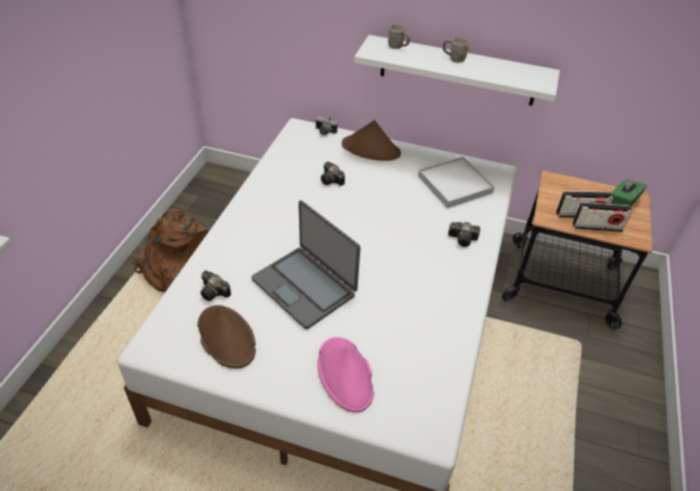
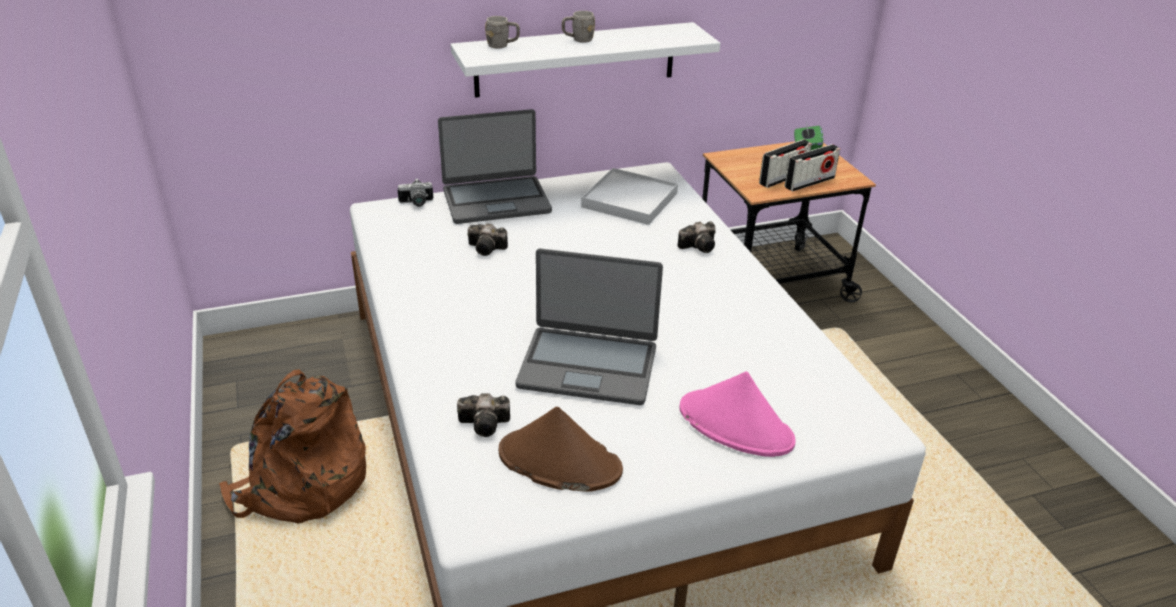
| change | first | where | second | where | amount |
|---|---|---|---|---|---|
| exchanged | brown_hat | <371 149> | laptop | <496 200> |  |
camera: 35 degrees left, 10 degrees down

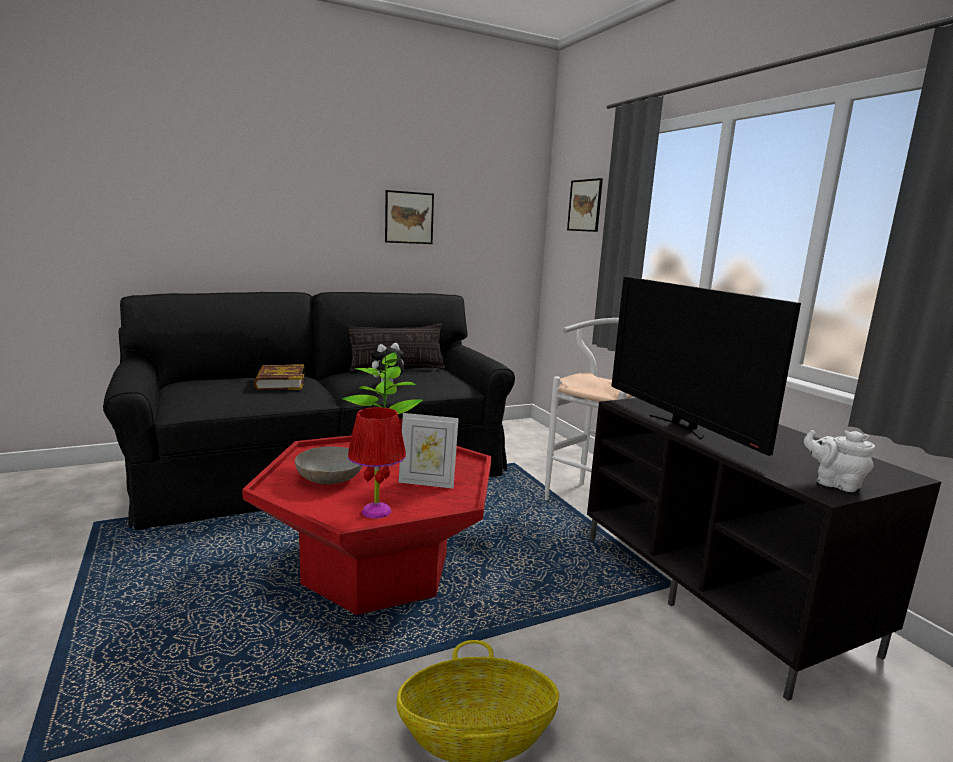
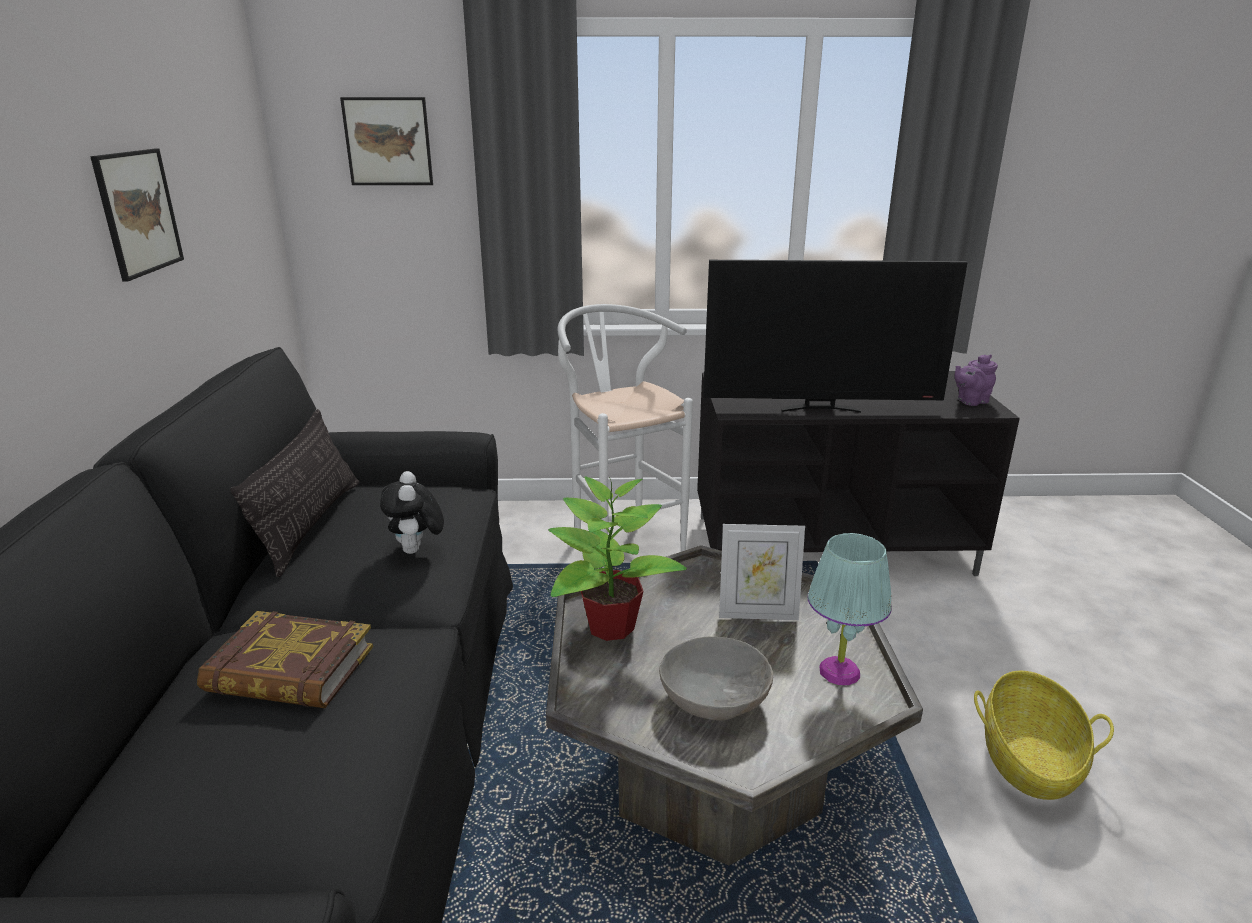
| change | first | where | second | where | amount |
|---|---|---|---|---|---|
| colour | red_coffee_table | <376 569> | grey_coffee_table | <712 771> |  |
| colour | red_table_lamp | <376 511> | turquoise_table_lamp | <840 672> |  |
| spun | picture_frame | <427 483> |  | <757 614> | 60 degrees clockwise |
| colour | white_teapot | <834 483> | purple_teapot | <970 401> |  |
camera: 65 degrees left, 10 degrees up

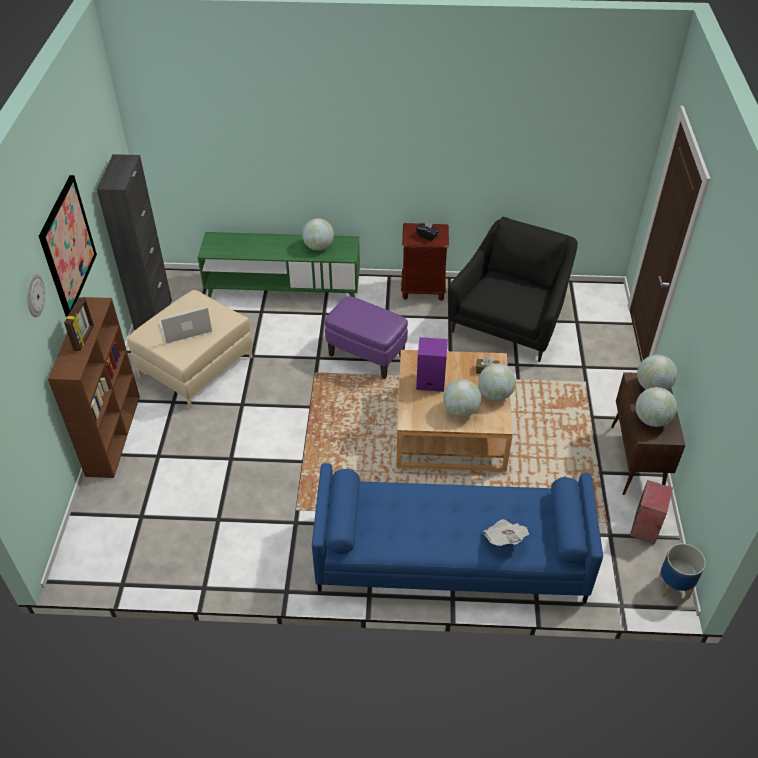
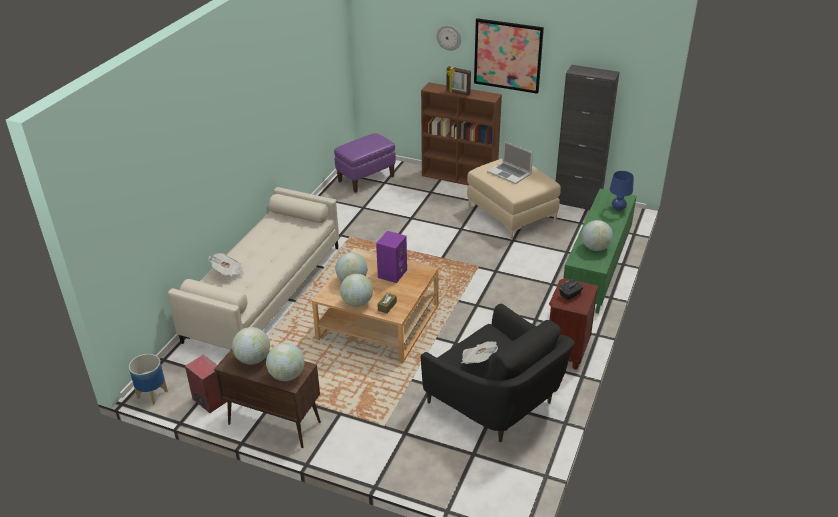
| change | first | where | second | where | amount |
|---|---|---|---|---|---|
| spun | laptop | <185 327> |  | <509 172> | 135 degrees clockwise |
| colour | blue_sofa | <450 557> | beige_sofa | <265 291> |  |
| relocated | purple_ottoman | <366 355> |  | <366 179> |  |
| appeared |  |  | newspaper | <478 360> |  |
| appeared |  |  | blue_table_lamp | <618 208> |  |
camera: 110 degrees right, 10 degrees down

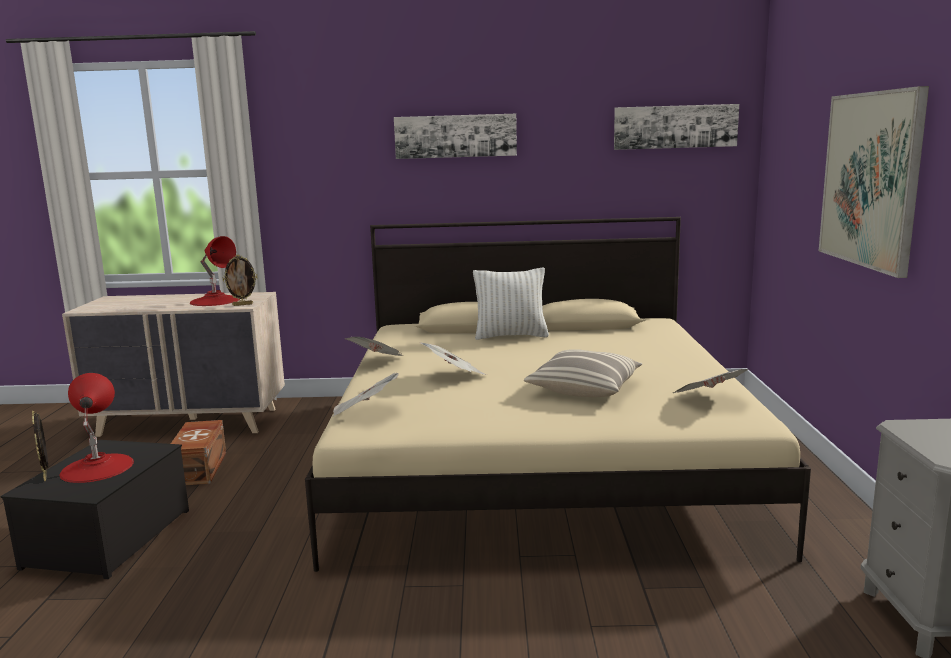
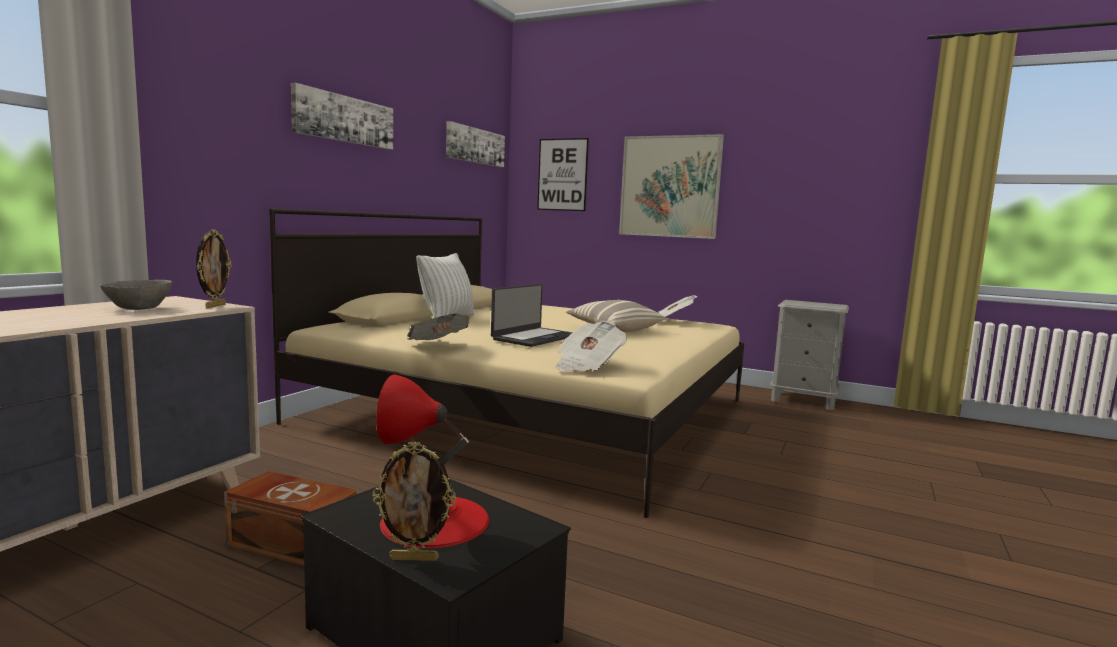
| change | first | where | second | where | amount |
|---|---|---|---|---|---|
| exchanged | red_table_lamp | <215 300> | grey_bowl | <138 308> |  |
| exchanged | newspaper | <454 375> | laptop | <534 337> |  |
| appeared |  |  | picture | <562 174> |  |
camera: 65 degrees left, 5 degrees down

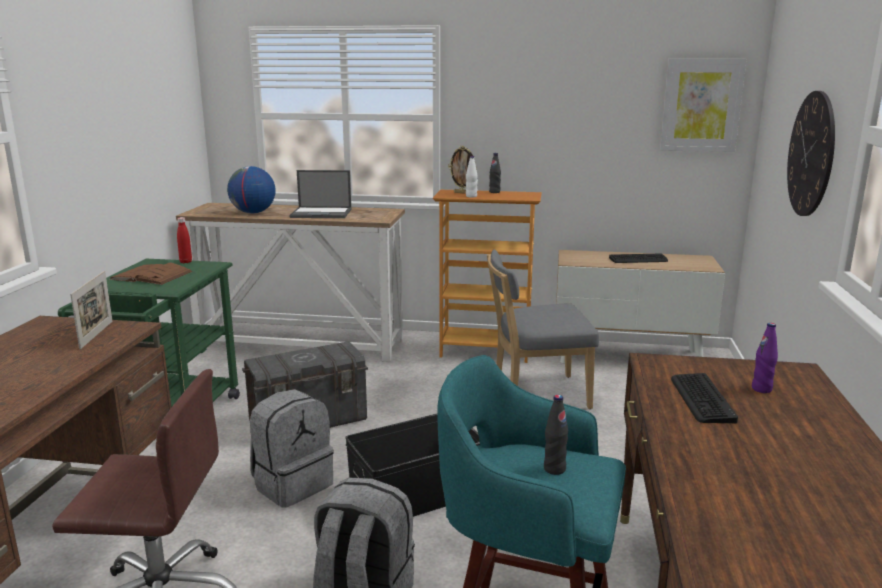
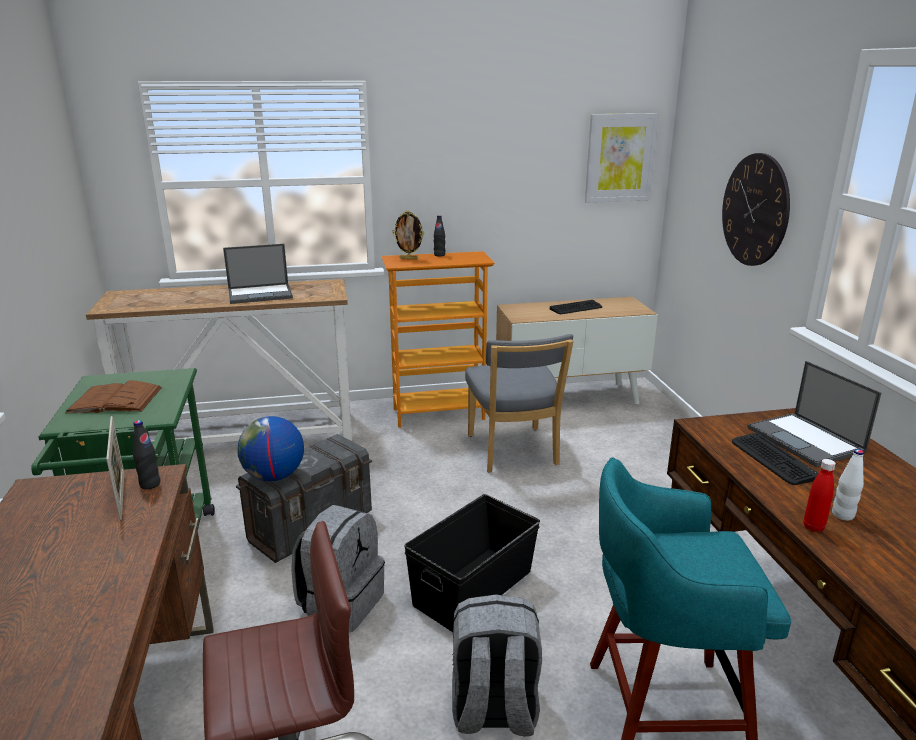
| change | first | where | second | where | amount |
|---|---|---|---|---|---|
| relocated | red_bottle | <186 262> |  | <813 527> |  |
| relocated | globe | <253 213> |  | <274 476> |  |
| relocated | white_bottle | <471 196> |  | <842 515> |  |
| spun | grey_chair | <535 394> |  | <513 452> | 75 degrees counterclockwise |
| relocated | black_bottle | <554 469> |  | <150 484> |  |
| exchanged | purple_bottle | <761 389> | laptop | <806 440> |  |
camera: 20 degrees left, 5 degrees up

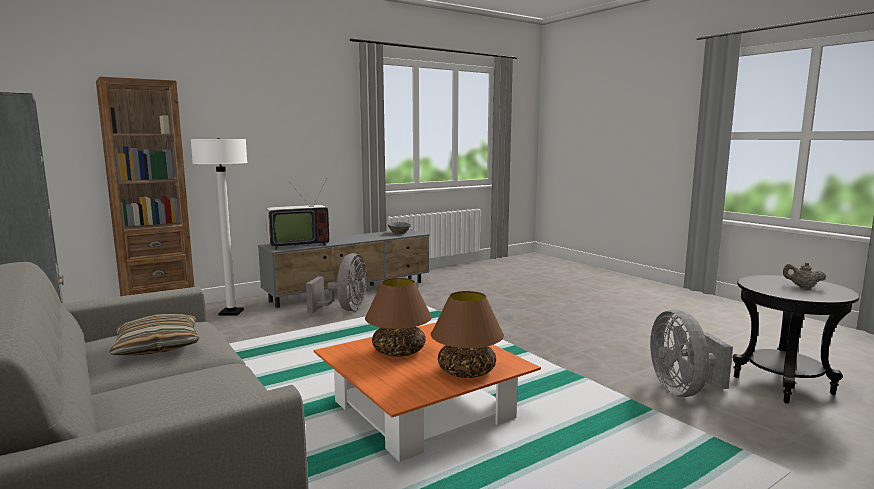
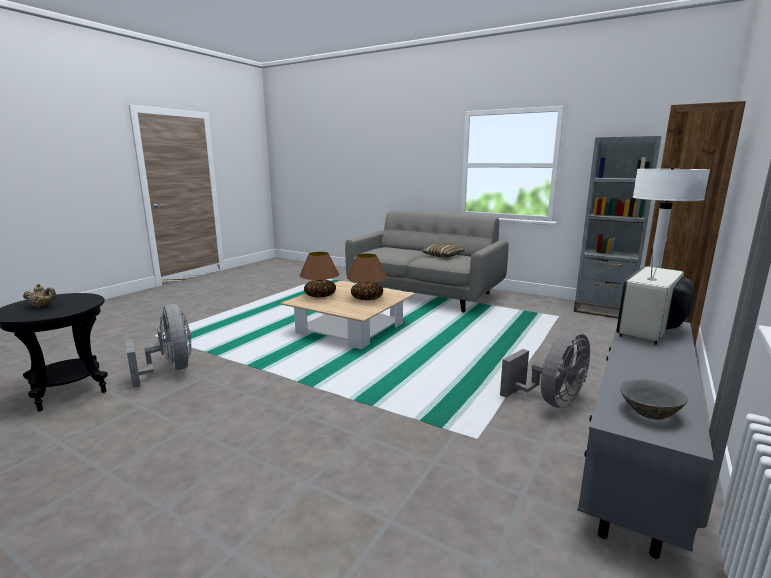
| change | first | where | second | where | amount |
|---|---|---|---|---|---|
| spun | grey_fan | <345 309> |  | <551 401> | 120 degrees counterclockwise |
| colour | orange_coffee_table | <421 410> | beige_coffee_table | <351 328> |  |
camera: 155 degrees right, 5 degrees up

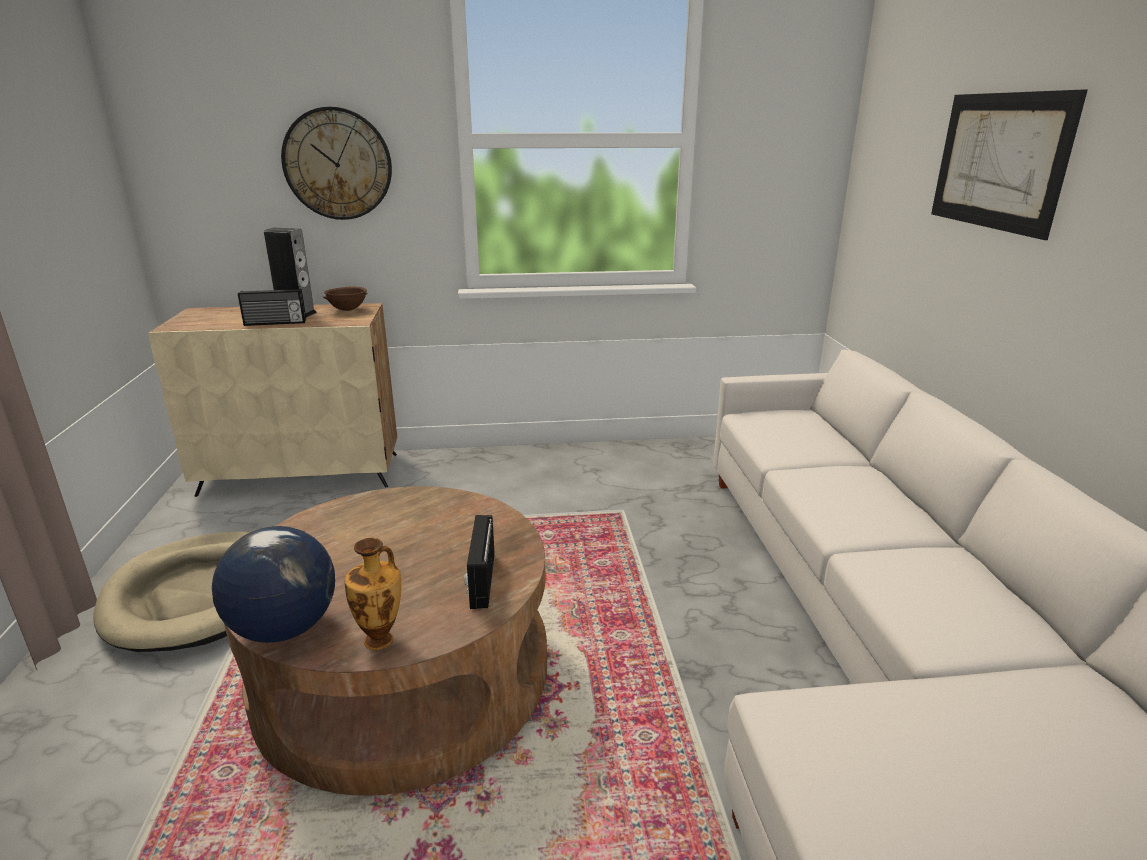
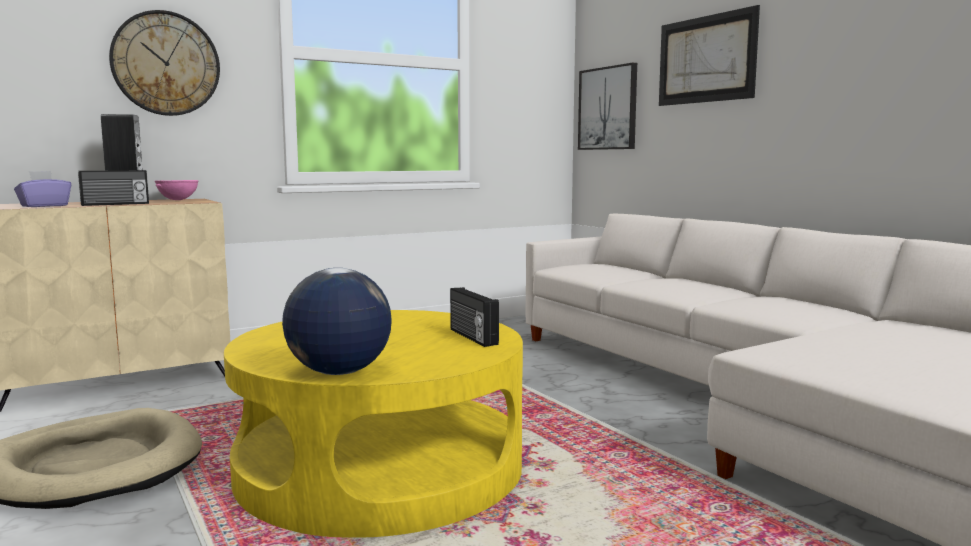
| change | first | where | second | where | amount |
|---|---|---|---|---|---|
| colour | brown_coffee_table | <404 671> | yellow_coffee_table | <380 466> |  |
| colour | brown_bowl | <347 310> | pink_bowl | <177 200> |  |
| missing | vase | <381 640> |  |  |  |
| appeared |  |  | purple_tissue_box | <44 206> |  |
| appeared |  |  | picture | <608 108> |  |
camera: 25 degrees left, 15 degrees down

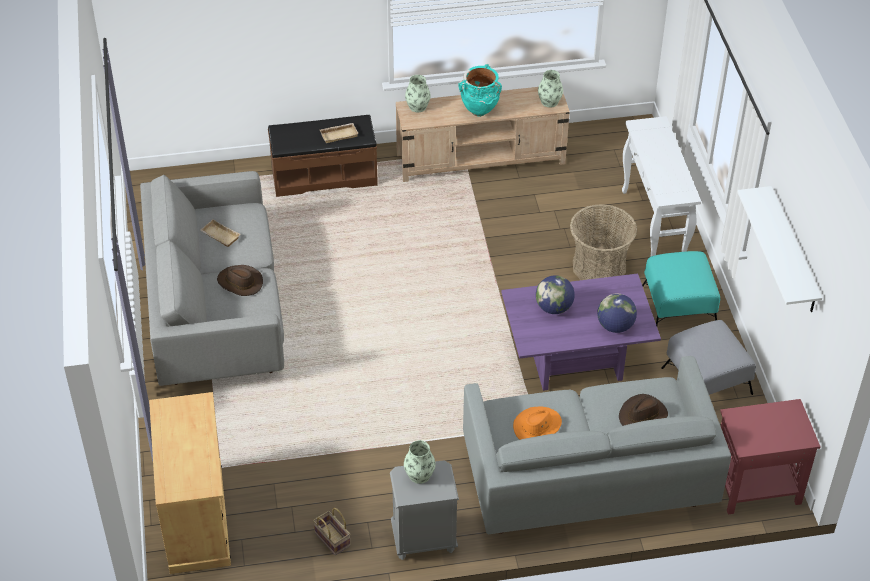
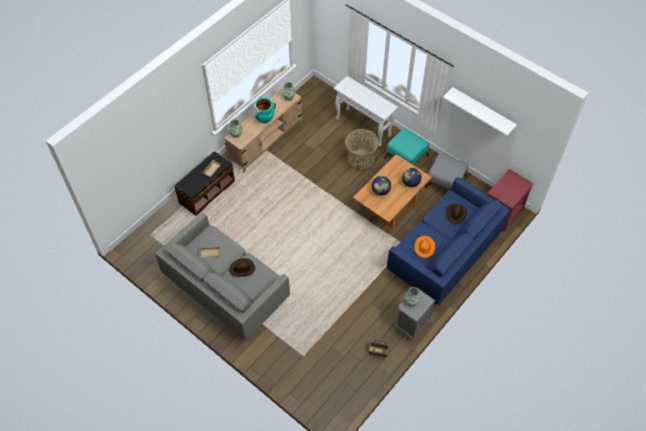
| change | first | where | second | where | amount |
|---|---|---|---|---|---|
| missing | beige_cabinet | <196 517> |  |  |  |
| colour | grey_sofa | <587 478> | blue_sofa | <444 254> |  |
| colour | purple_coffee_table | <575 357> | brown_coffee_table | <390 205> |  |
camera: 40 degrees left, 10 degrees up

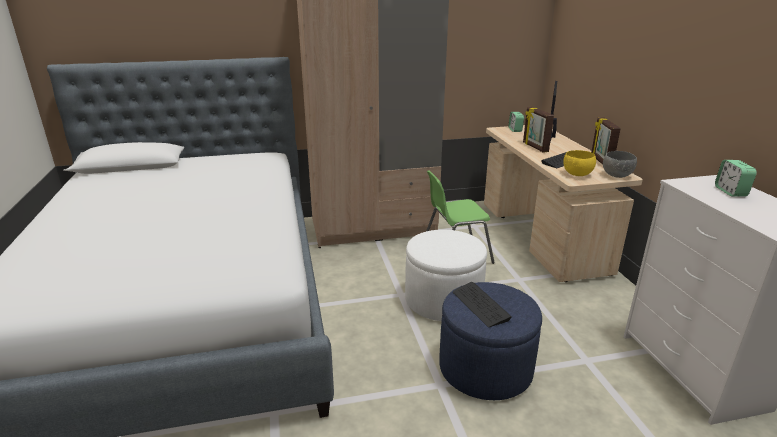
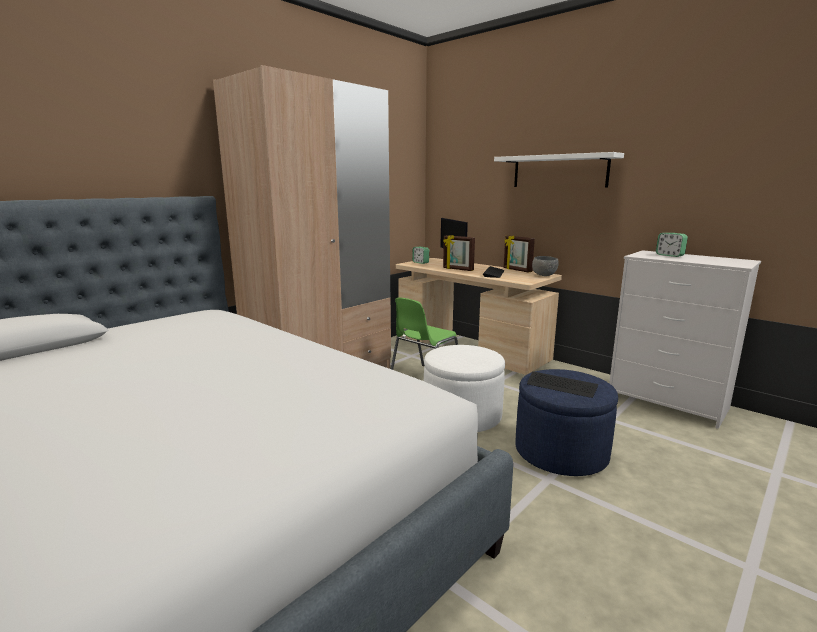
| change | first | where | second | where | amount |
|---|---|---|---|---|---|
| missing | yellow_bowl | <577 174> |  |  |  |
| appeared |  |  | white_shelf | <559 171> |  |
camera: 35 degrees left, 10 degrees down

